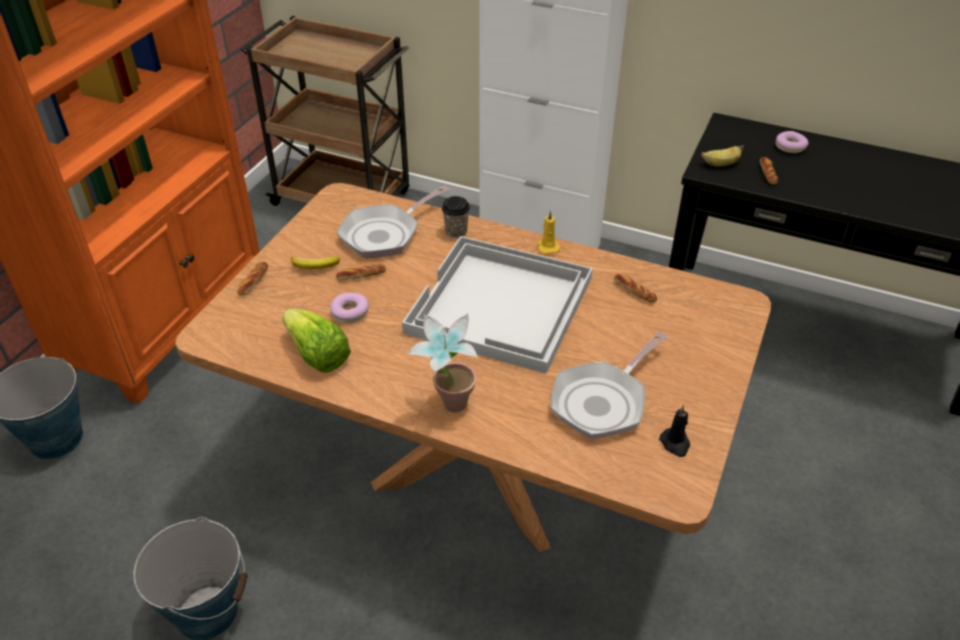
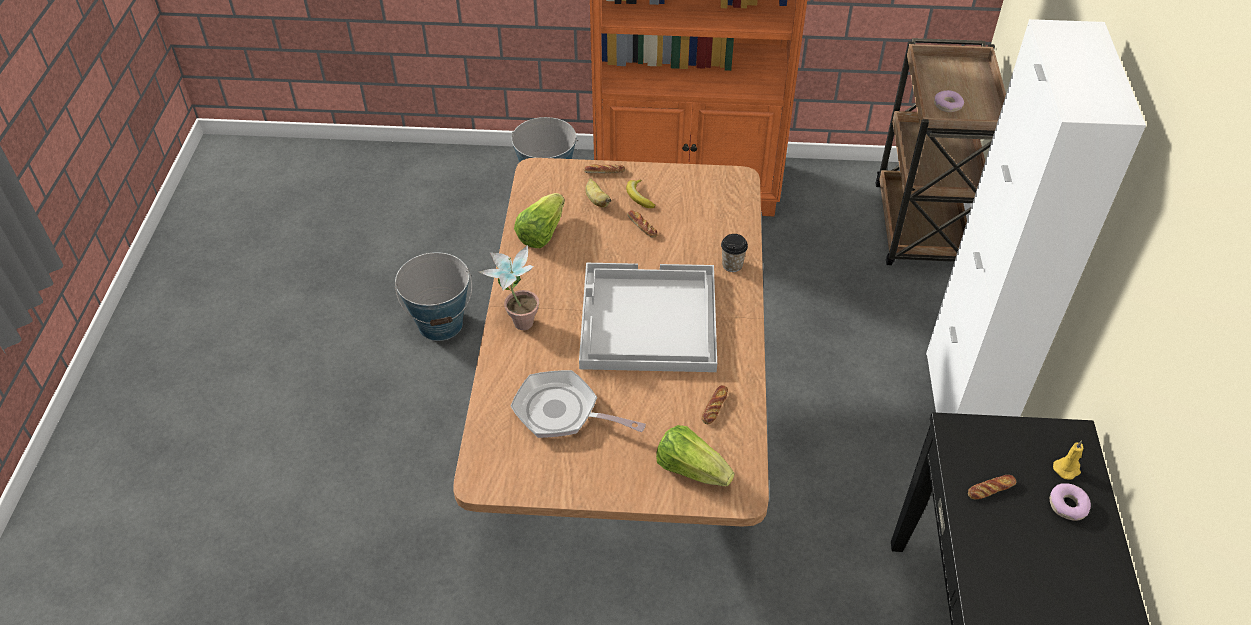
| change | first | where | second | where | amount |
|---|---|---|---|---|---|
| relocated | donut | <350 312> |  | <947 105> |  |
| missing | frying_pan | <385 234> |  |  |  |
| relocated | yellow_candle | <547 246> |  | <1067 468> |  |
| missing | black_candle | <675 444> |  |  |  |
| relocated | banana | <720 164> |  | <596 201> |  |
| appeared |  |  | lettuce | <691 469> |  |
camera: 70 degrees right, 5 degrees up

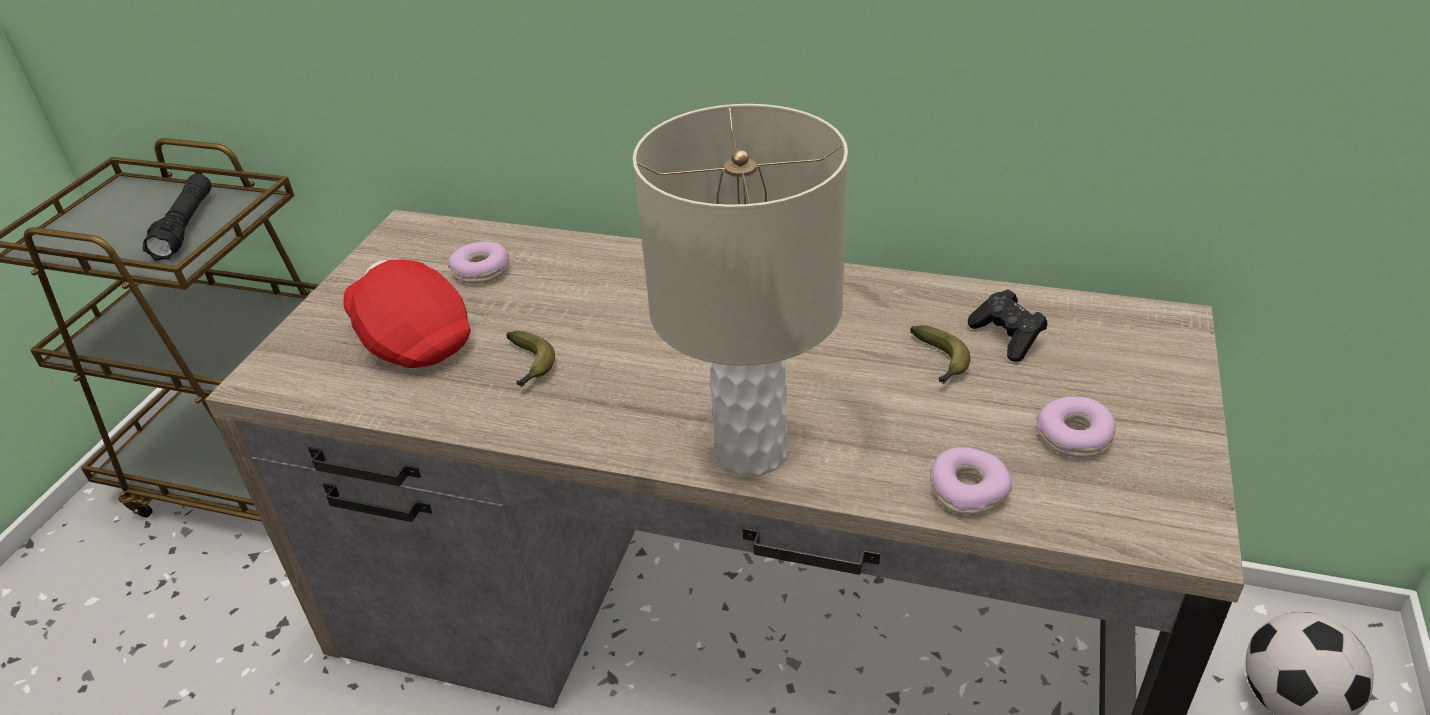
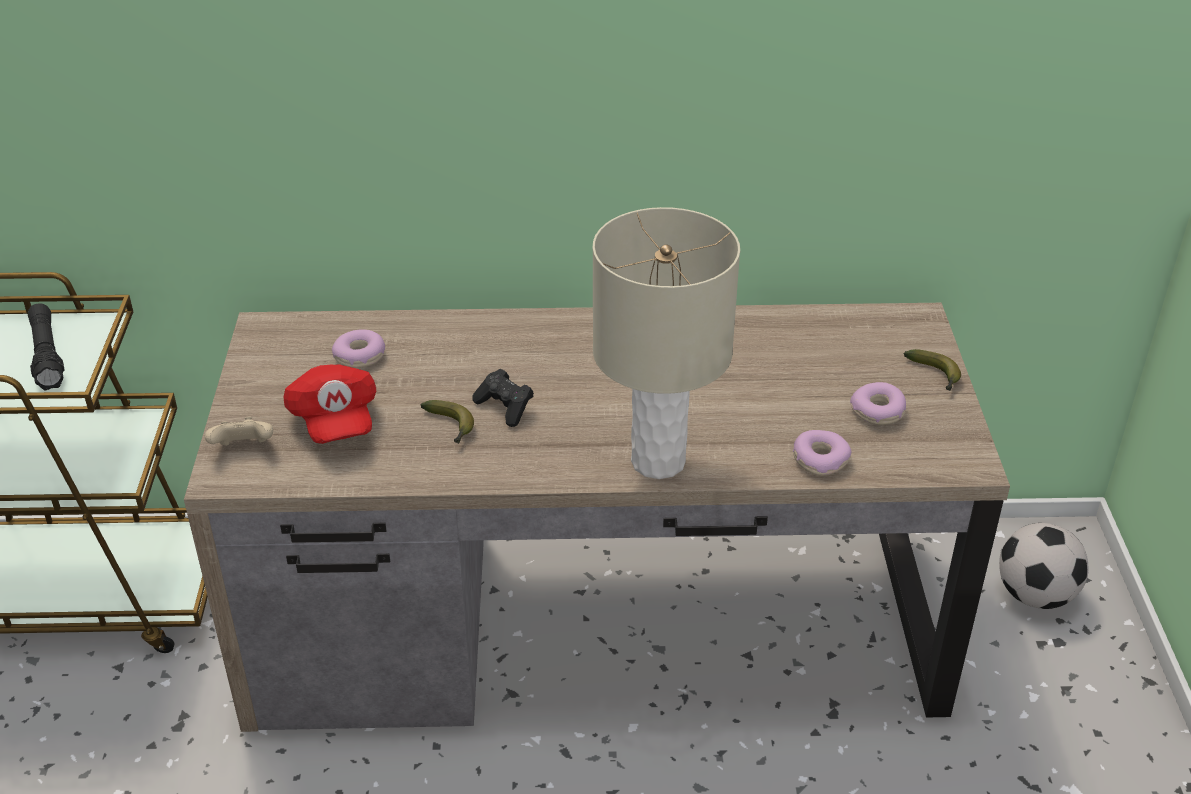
| change | first | where | second | where | amount |
|---|---|---|---|---|---|
| spun | red_cap | <412 338> |  | <335 421> | 135 degrees counterclockwise |
| relocated | banana | <940 362> |  | <935 376> |  |
| relocated | black_game_controller | <1007 338> |  | <505 407> |  |
| appeared |  |  | beige_game_controller | <244 448> |  |
camera: 20 degrees left, 0 degrees up

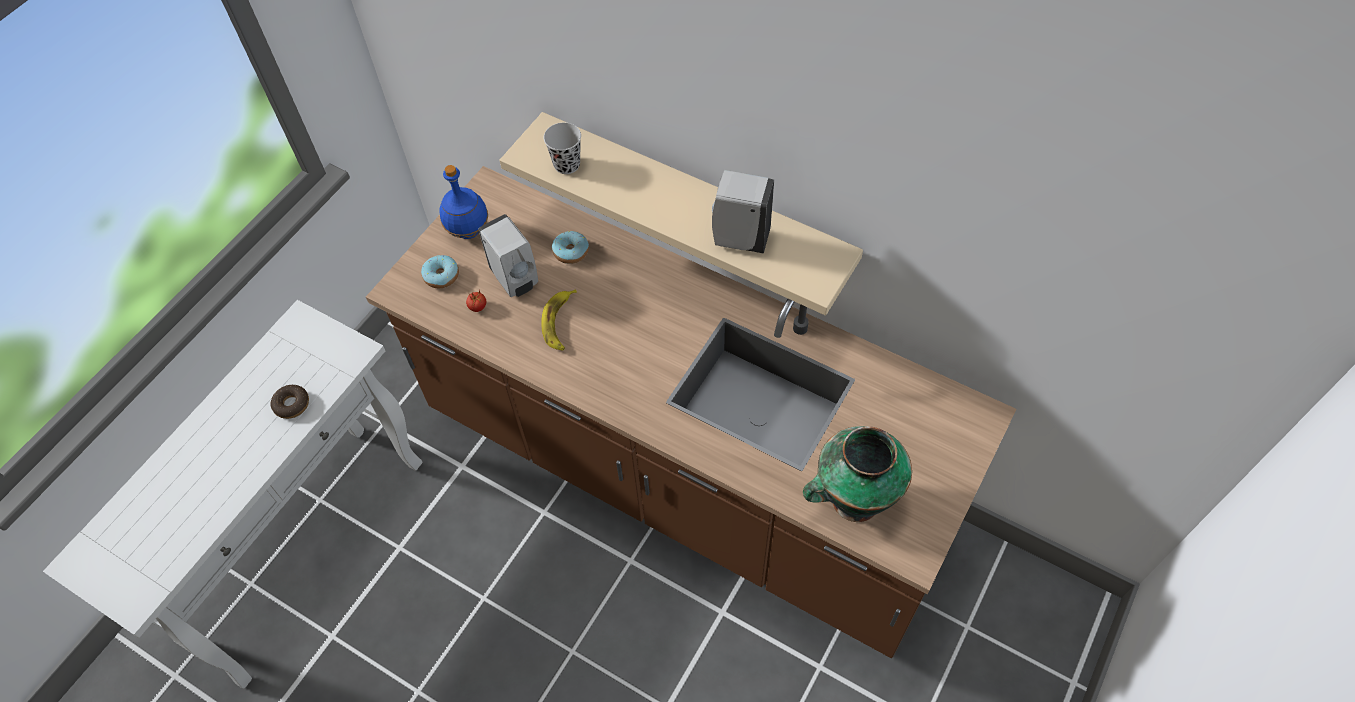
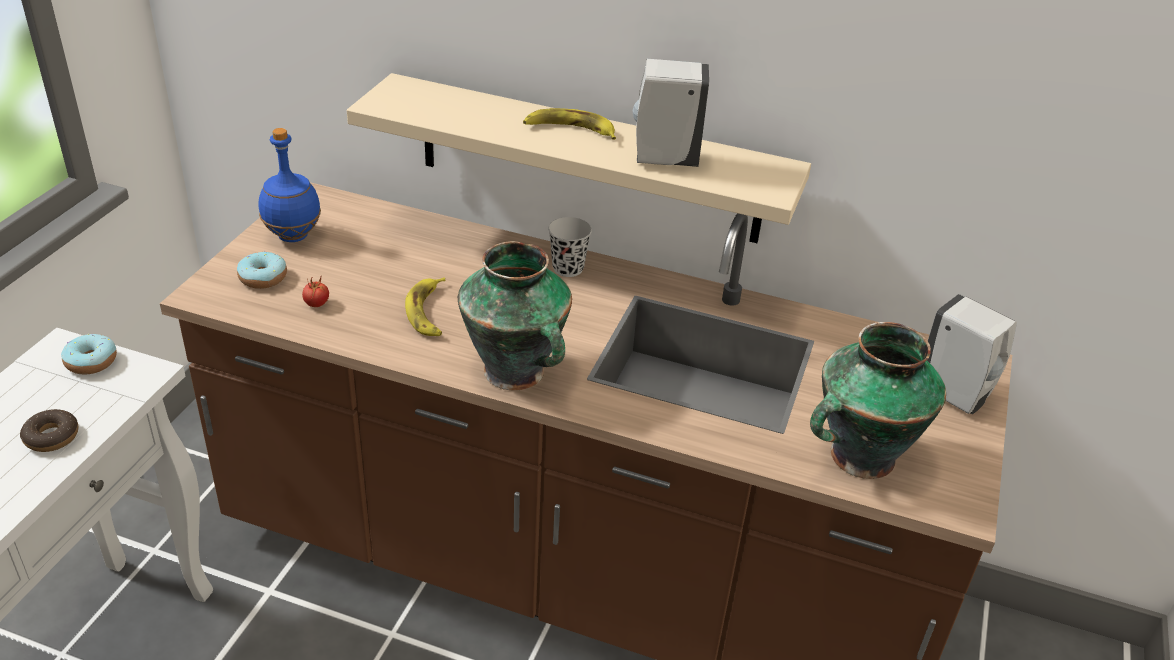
| change | first | where | second | where | amount |
|---|---|---|---|---|---|
| relocated | white_soap_dispenser | <516 280> |  | <955 396> |  |
| relocated | black_cup | <567 164> |  | <568 268> |  |
| relocated | donut | <571 252> |  | <91 362> |  |
| appeared |  |  | vase | <516 373> |  |
| appeared |  |  | banana | <570 130> |  |
camera: 15 degrees left, 20 degrees down

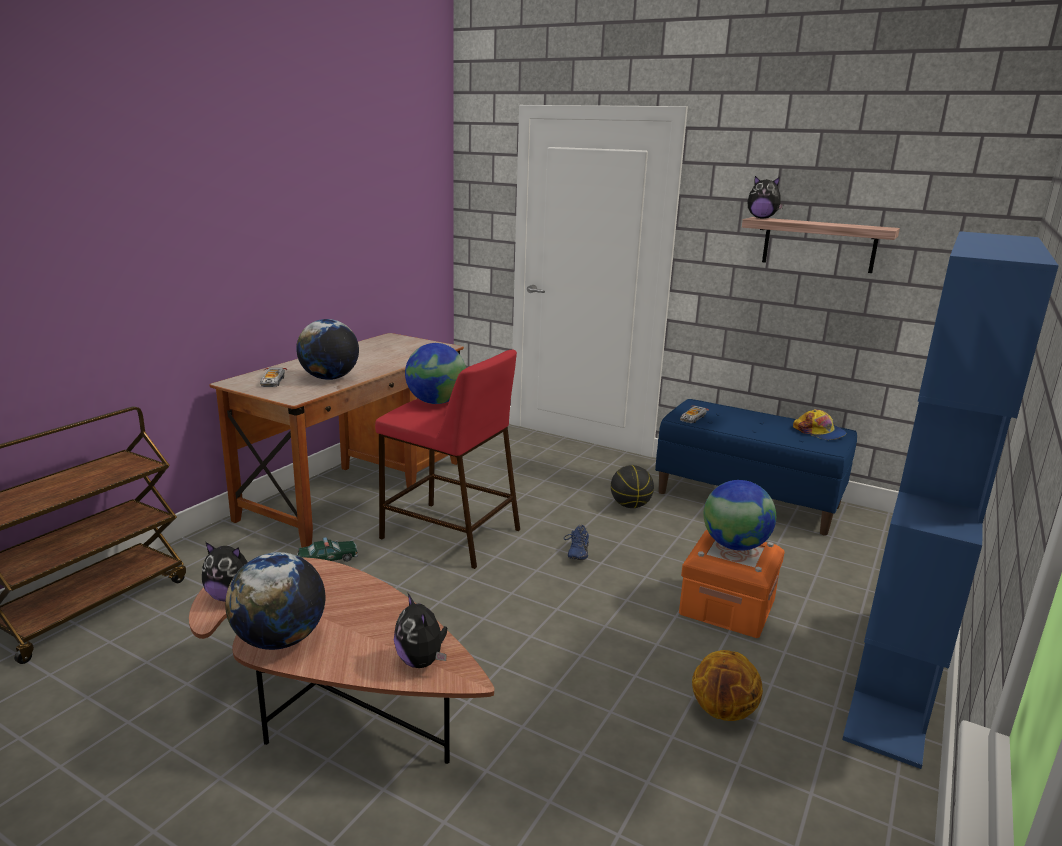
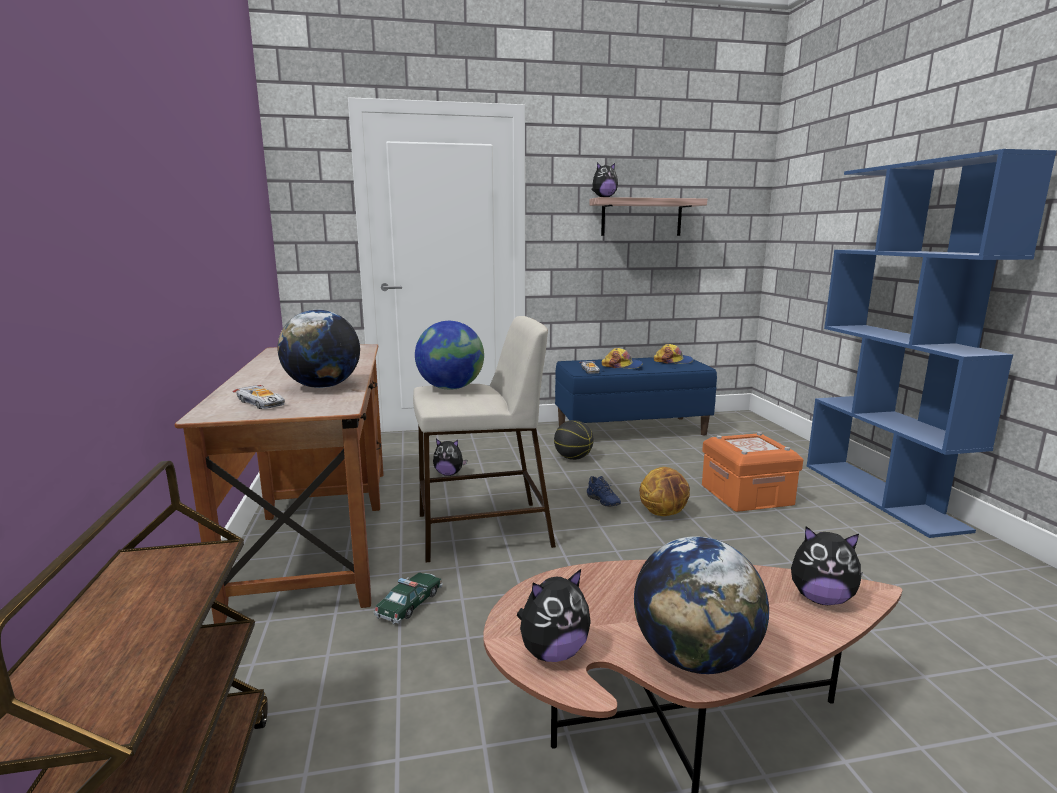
| change | first | where | second | where | amount |
|---|---|---|---|---|---|
| colour | red_stool | <449 533> | beige_stool | <482 530> |  |
| relocated | basketball | <723 712> |  | <663 513> |  |
| missing | globe | <735 546> |  |  |  |
| appeared |  |  | plush_toy | <449 474> |  |
| appeared |  |  | cap | <622 365> |  |
camera: 40 degrees left, 5 degrees down

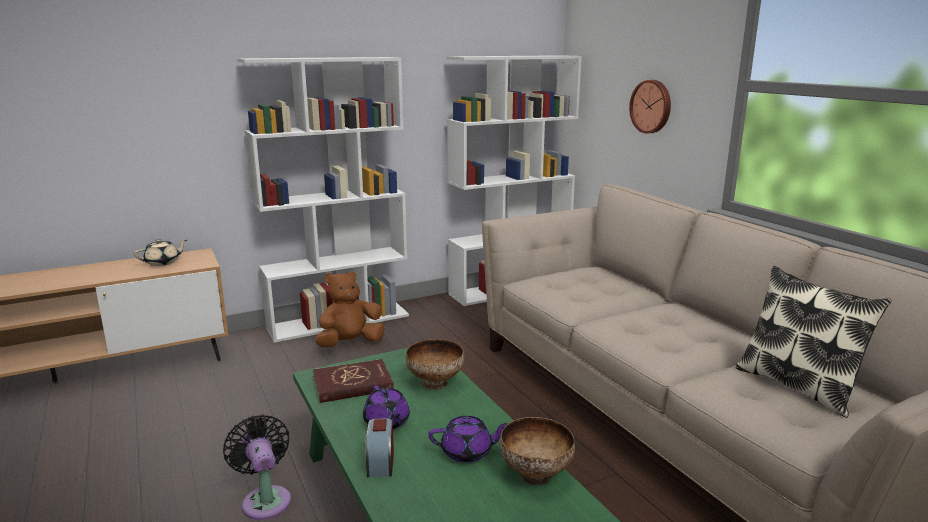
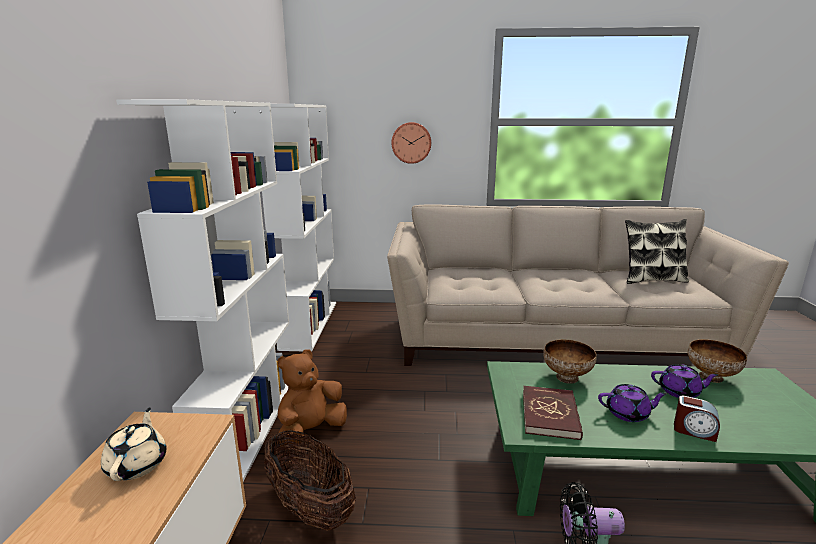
| change | first | where | second | where | amount |
|---|---|---|---|---|---|
| spun | brown_plush_toy | <350 343> |  | <311 432> | 45 degrees clockwise |
| spun | purple_teapot | <467 452> |  | <680 392> | 75 degrees clockwise |
| appeared |  |  | basket | <309 508> |  |
camera: 60 degrees left, 0 degrees up

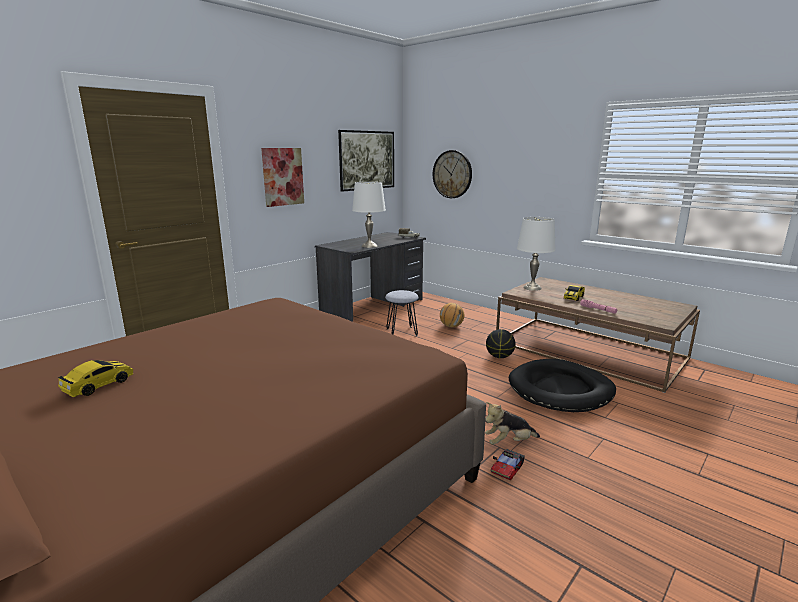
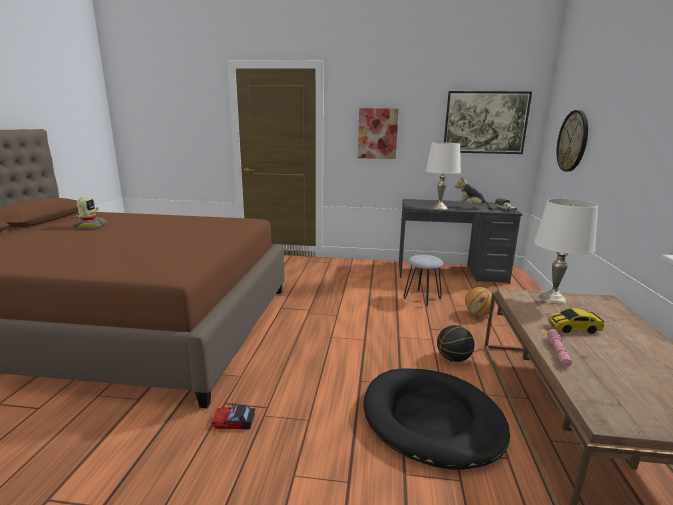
| change | first | where | second | where | amount |
|---|---|---|---|---|---|
| exchanged | toy_car | <99 385> | toy_robot | <90 226> |  |
| relocated | plush_toy | <509 442> |  | <471 207> |  |
camera: 55 degrees right, 0 degrees up

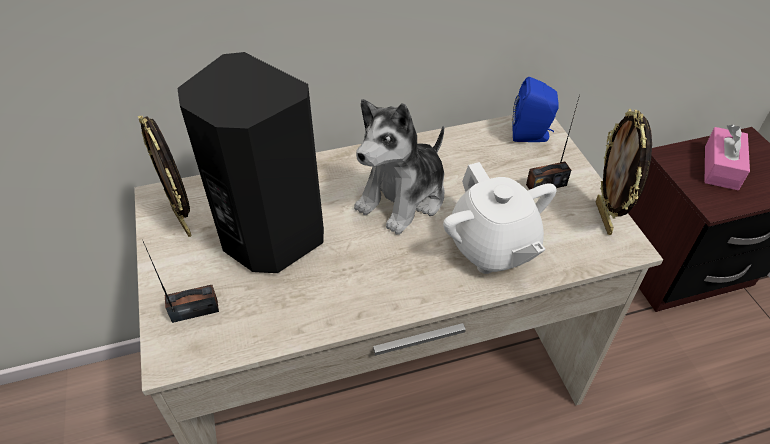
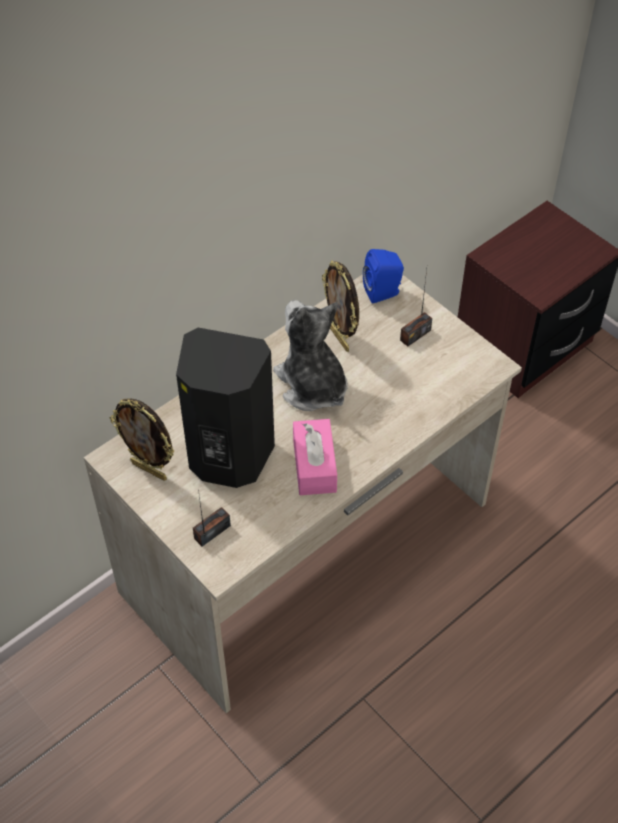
| change | first | where | second | where | amount |
|---|---|---|---|---|---|
| spun | plush_toy | <403 197> |  | <312 385> | 135 degrees clockwise |
| missing | white_teapot | <492 247> |  |  |  |
| relocated | picture_frame | <605 218> |  | <340 338> |  |
| relocated | pink_tissue_box | <721 167> |  | <314 465> |  |
camera: 25 degrees left, 5 degrees up

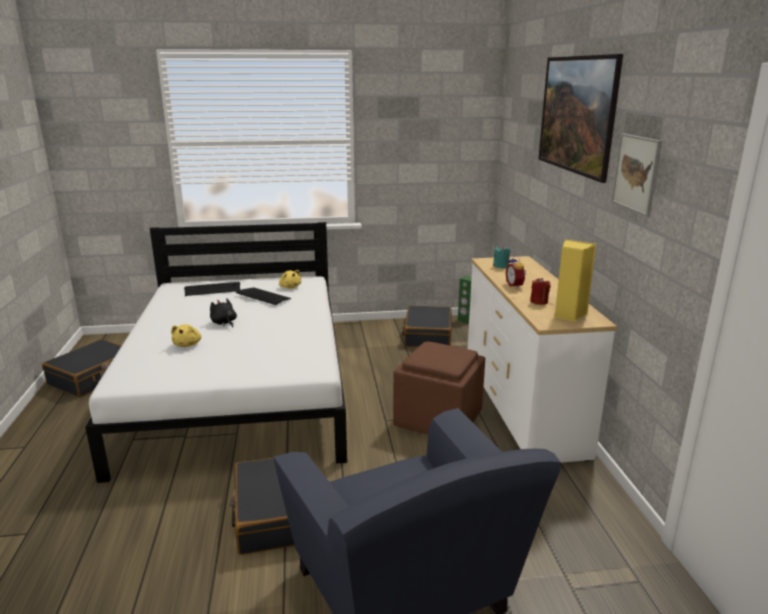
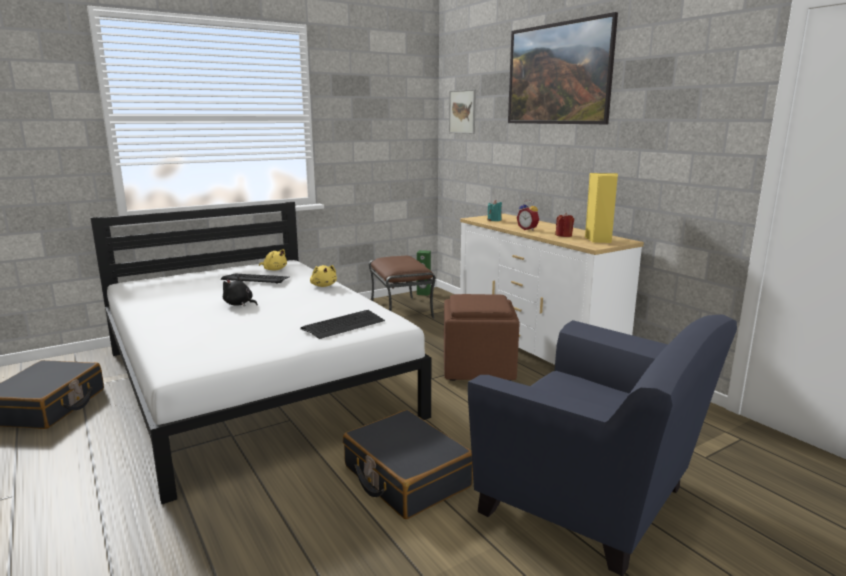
| change | first | where | second | where | amount |
|---|---|---|---|---|---|
| relocated | yellow_plush_toy | <188 344> |  | <323 285> |  |
| relocated | keyboard | <212 290> |  | <344 325> |  |
| exchanged | black_suitcase | <427 336> | brown_ottoman | <402 309> |  |
| relocated | picture | <636 173> |  | <462 111> |  |
camera: 25 degrees left, 5 degrees down

